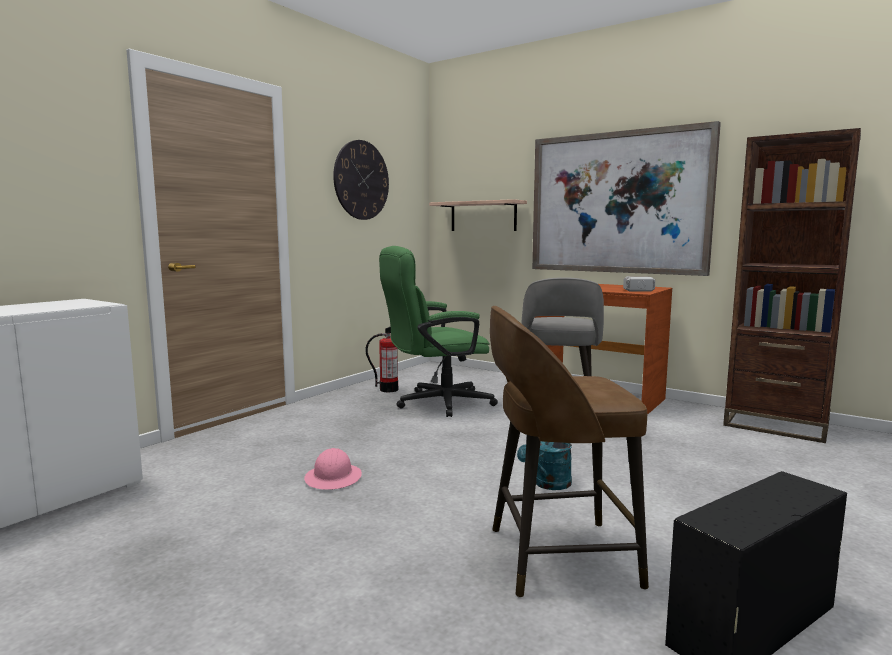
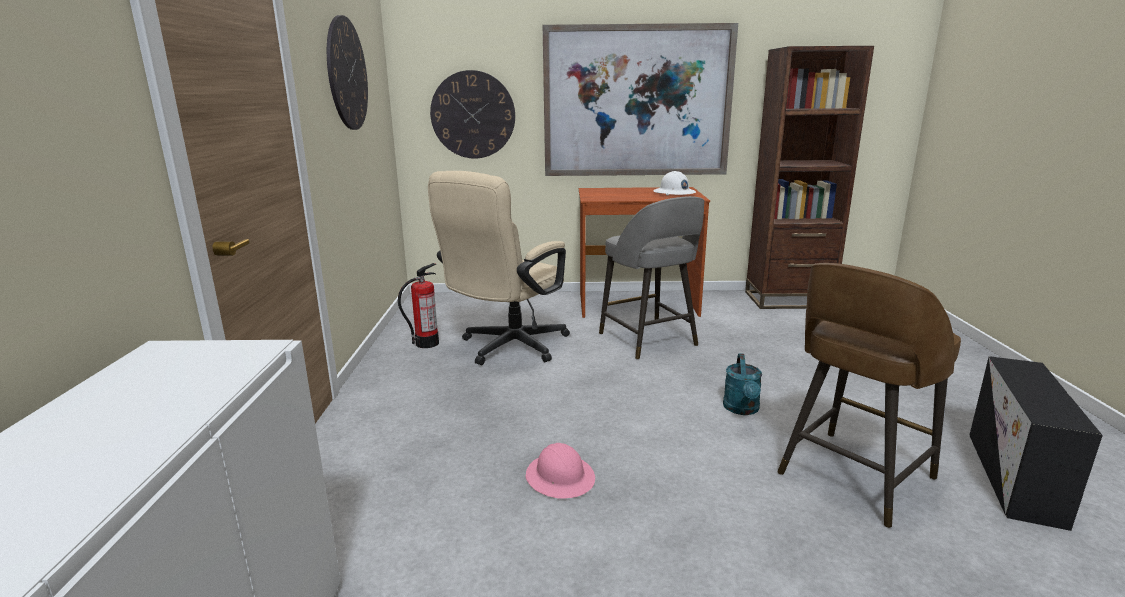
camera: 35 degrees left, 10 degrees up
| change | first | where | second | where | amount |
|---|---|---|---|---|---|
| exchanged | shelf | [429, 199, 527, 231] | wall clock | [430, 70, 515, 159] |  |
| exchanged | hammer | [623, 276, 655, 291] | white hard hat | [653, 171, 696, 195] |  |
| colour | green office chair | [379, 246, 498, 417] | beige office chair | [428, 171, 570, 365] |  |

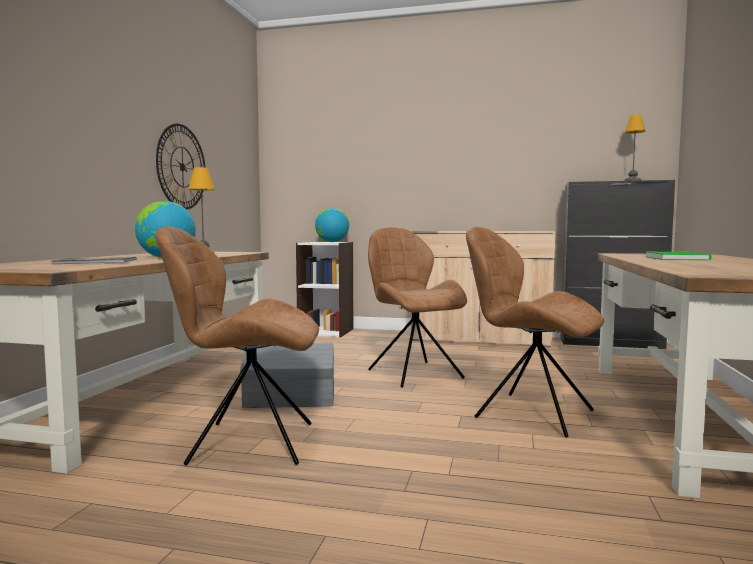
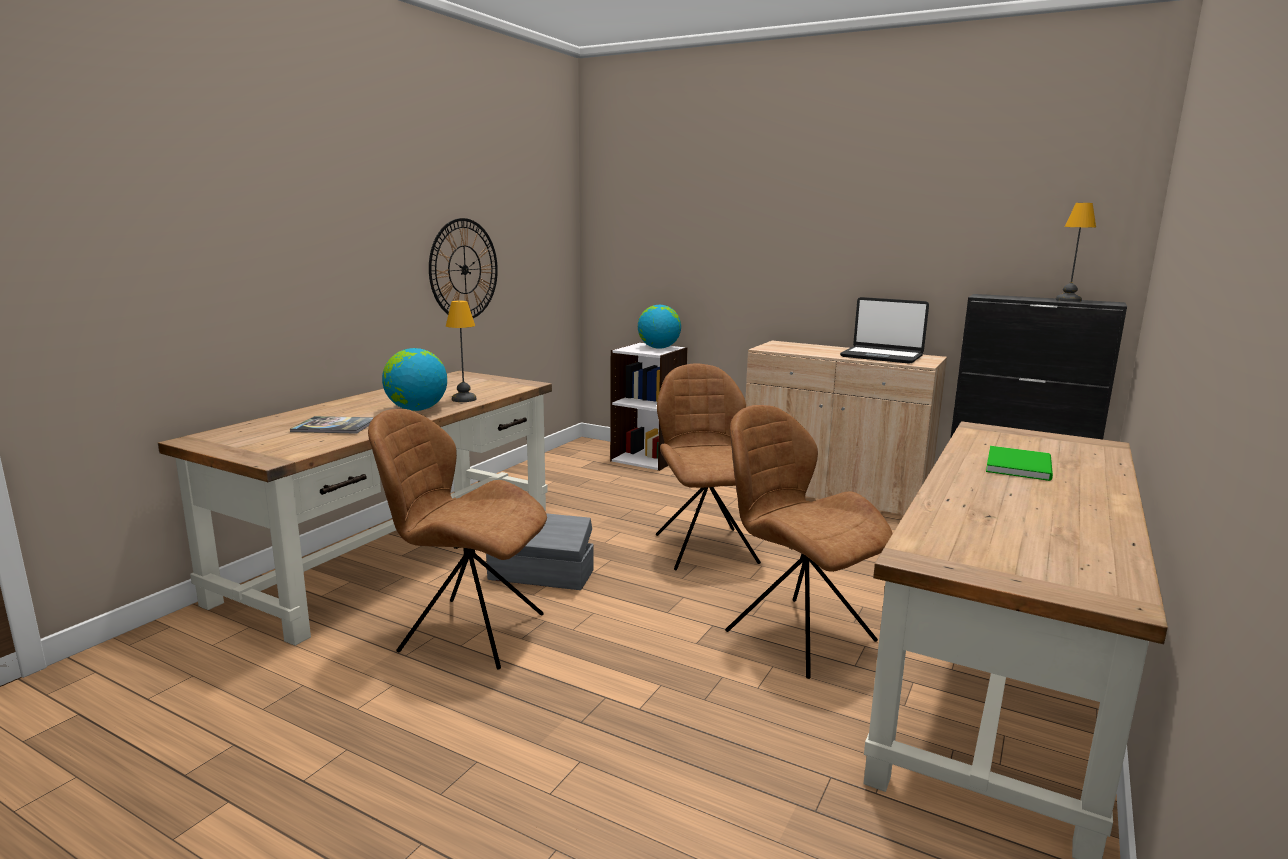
camera: 15 degrees right, 10 degrees up
| change | first | where | second | where | amount |
|---|---|---|---|---|---|
| appeared |  |  | laptop | [840, 297, 929, 364] |  |

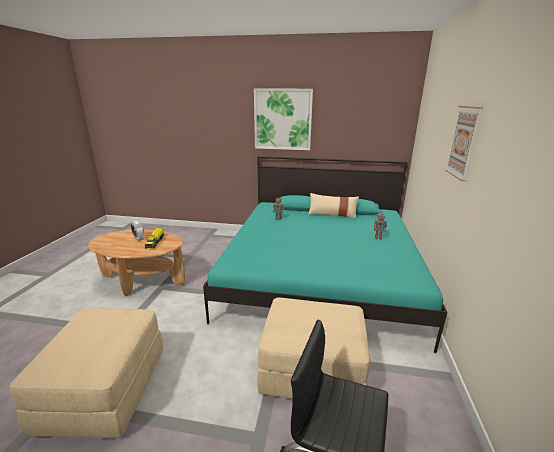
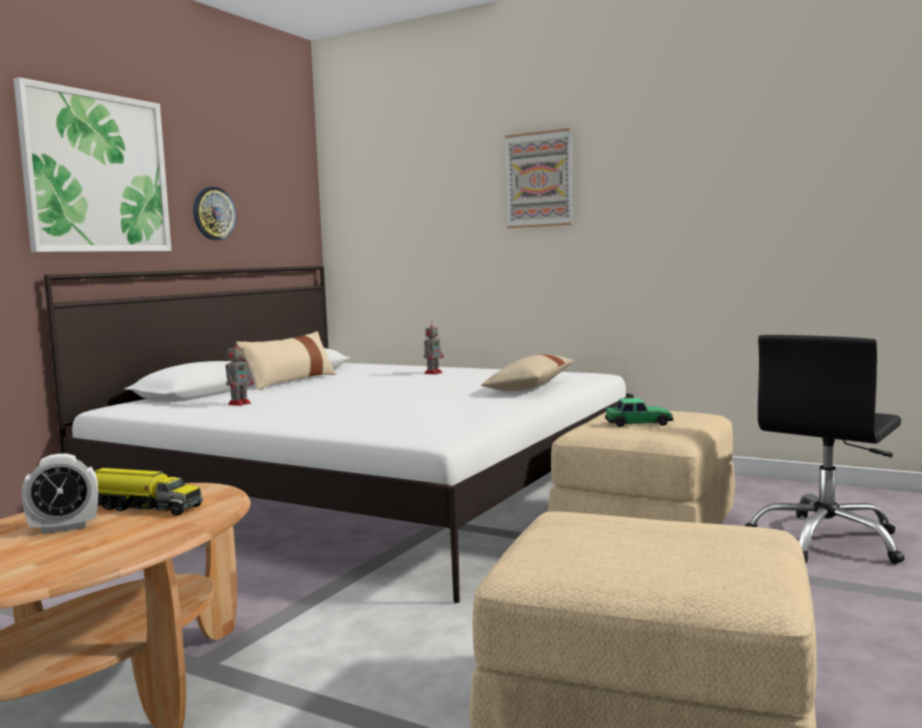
camera: 70 degrees left, 15 degrees down
| change | first | where | second | where | amount |
|---|---|---|---|---|---|
| appeared |  |  | wall clock | [193, 186, 236, 240] |  |
| appeared |  |  | beige pillow | [481, 354, 574, 391] |  |
| appeared |  |  | toy car | [605, 398, 673, 427] |  |
| colour | turquoise bed | [203, 156, 447, 353] | white bed | [44, 266, 634, 603] |  |

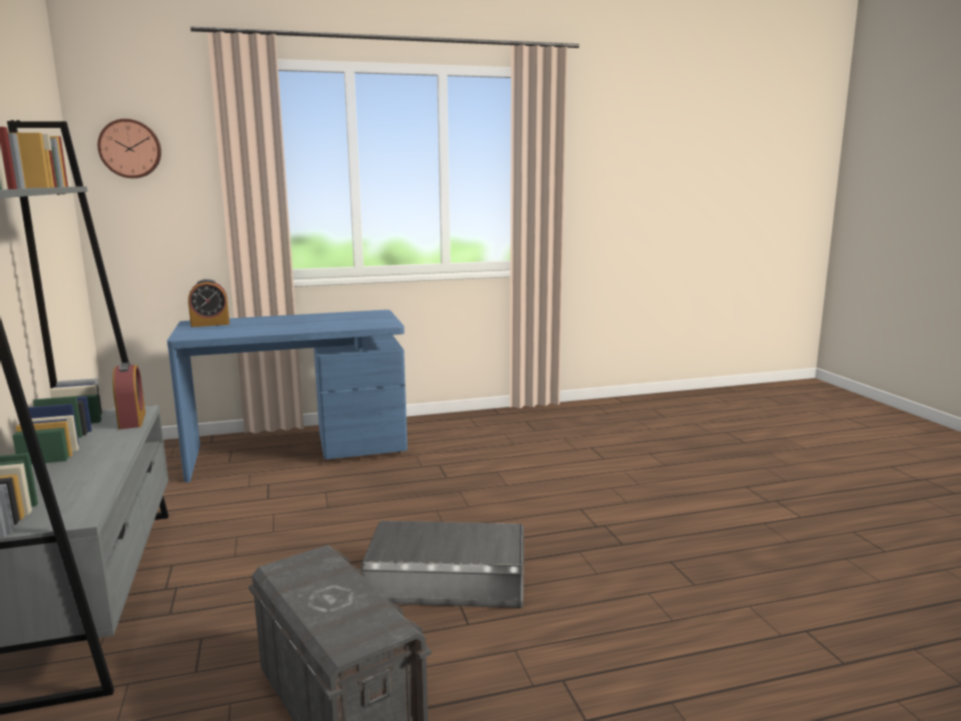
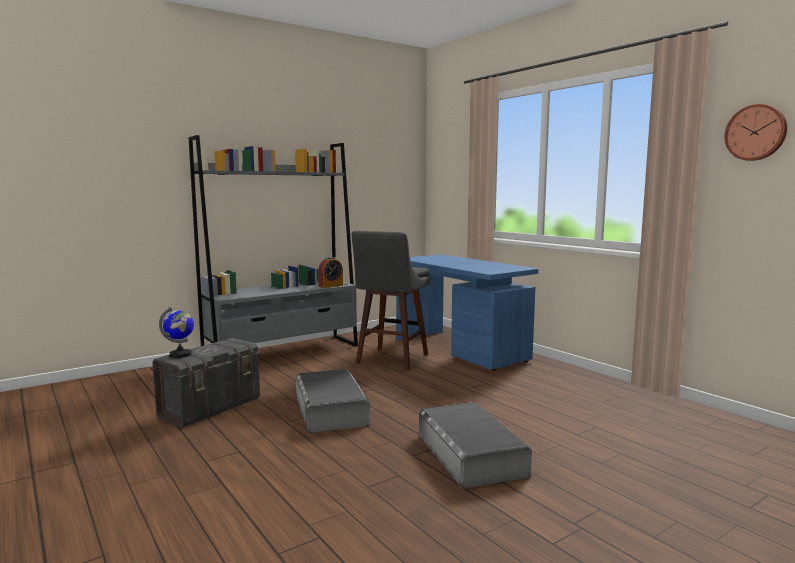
camera: 70 degrees right, 5 degrees down
| change | first | where | second | where | amount |
|---|---|---|---|---|---|
| missing | alarm clock | [188, 279, 230, 327] |  |  |  |
| appeared |  |  | globe | [159, 307, 194, 358] |  |
| appeared |  |  | grey stool | [351, 231, 431, 371] |  |
| appeared |  |  | grey storage box | [419, 402, 532, 489] |  |
| relocated | wall clock | [97, 119, 161, 178] |  | [725, 104, 787, 161] |  |

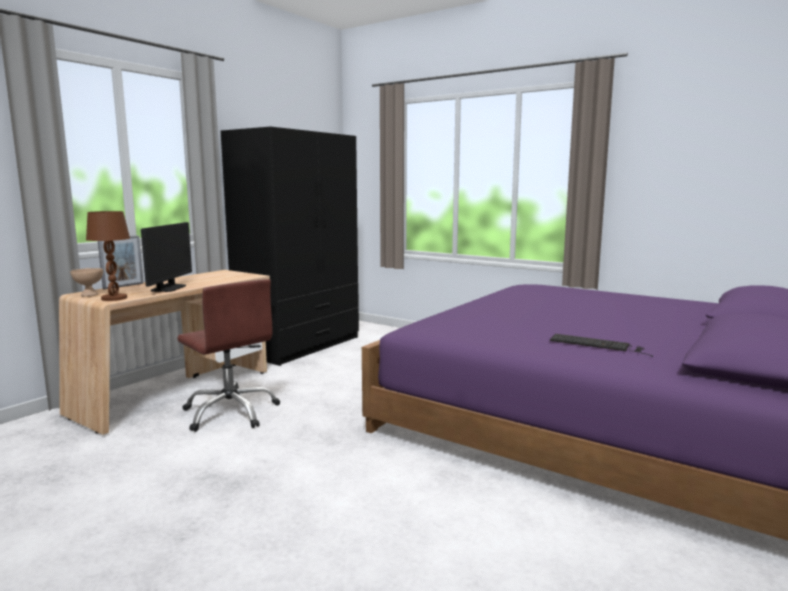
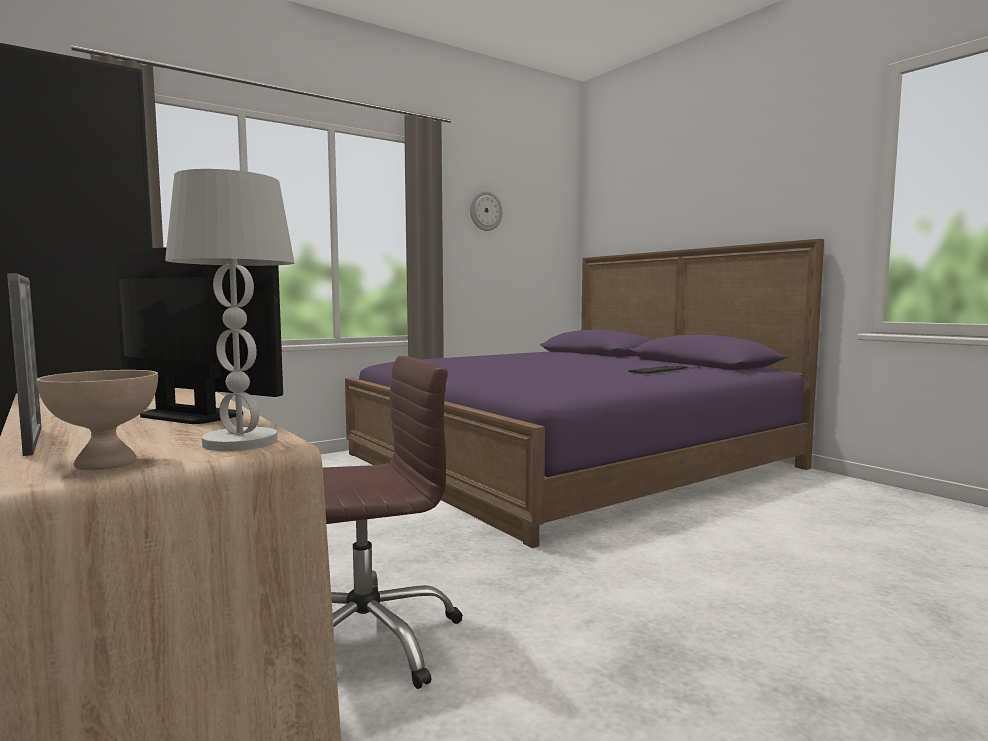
camera: 70 degrees left, 5 degrees down
| change | first | where | second | where | amount |
|---|---|---|---|---|---|
| appeared |  |  | wall clock | [470, 191, 503, 231] |  |
| colour | brown table lamp | [86, 211, 130, 301] | white table lamp | [165, 169, 295, 451] |  |

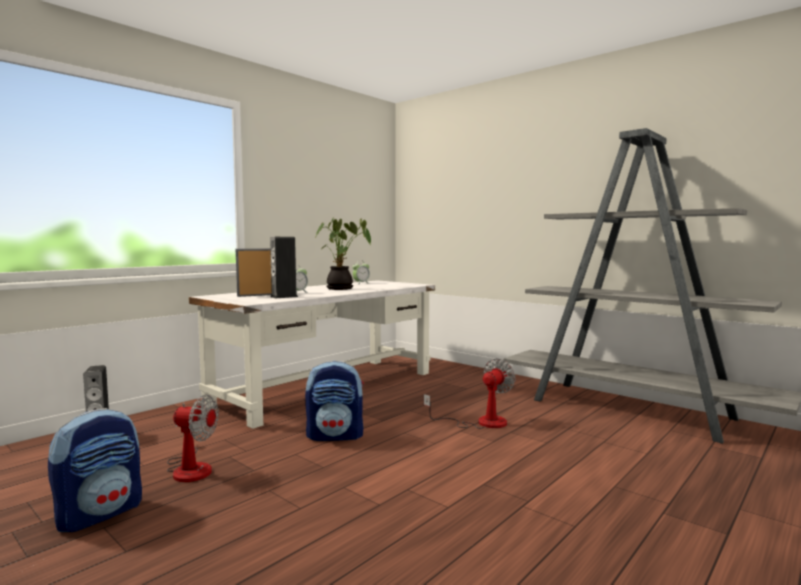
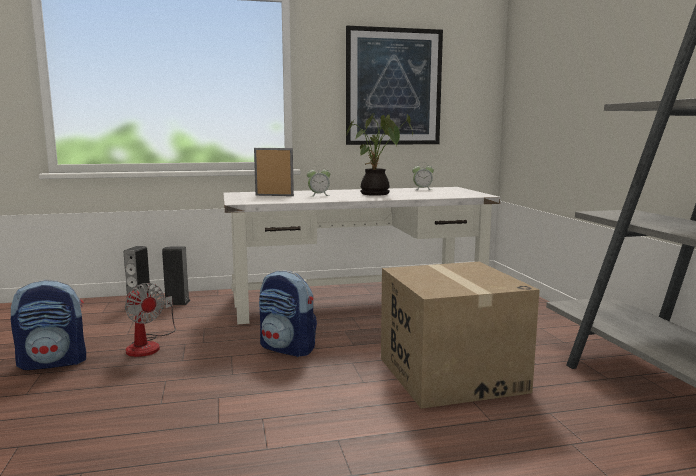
camera: 35 degrees right, 5 degrees up
| change | first | where | second | where | amount |
|---|---|---|---|---|---|
| appeared |  |  | picture | [346, 26, 443, 145] |  |
| relocated | speaker | [270, 237, 298, 298] |  | [162, 246, 191, 305] |  |
| exchanged | fan | [424, 358, 515, 429] | cardboard box | [381, 262, 539, 409] |  |

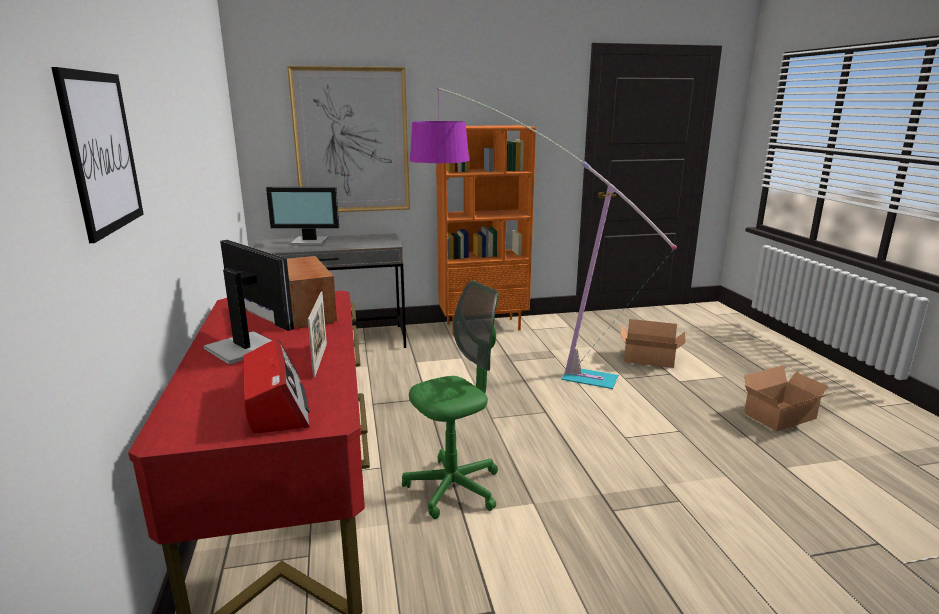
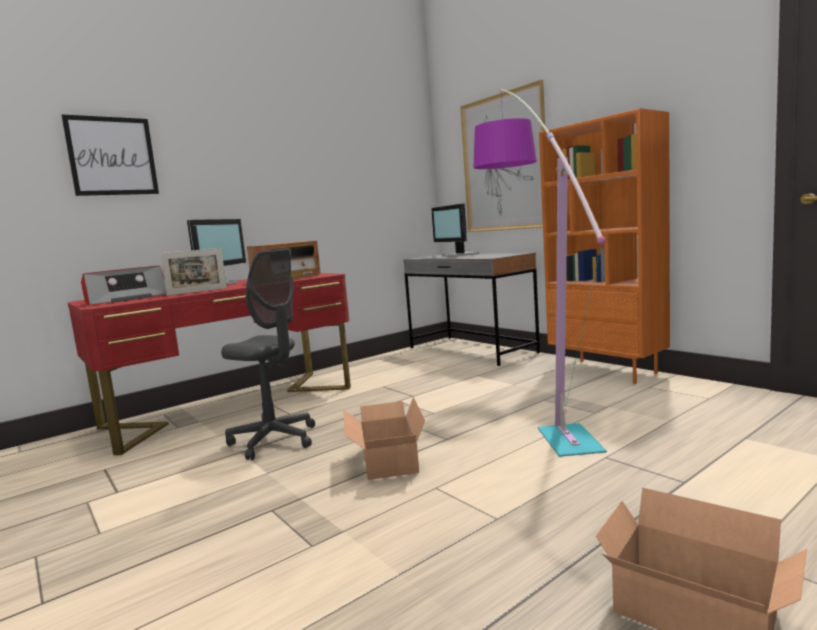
camera: 65 degrees right, 10 degrees down
| change | first | where | second | where | amount |
|---|---|---|---|---|---|
| relocated | cardboard box | [620, 319, 686, 368] |  | [343, 397, 425, 480] |  |
| colour | green office chair | [402, 280, 499, 519] | grey office chair | [221, 248, 315, 460] |  |

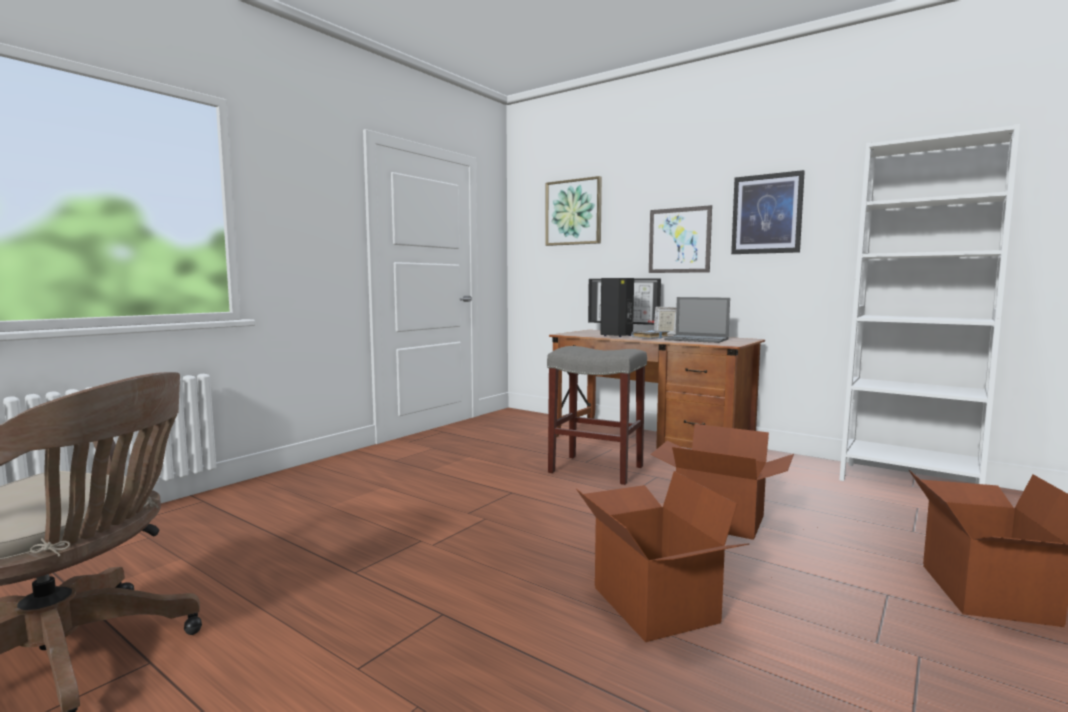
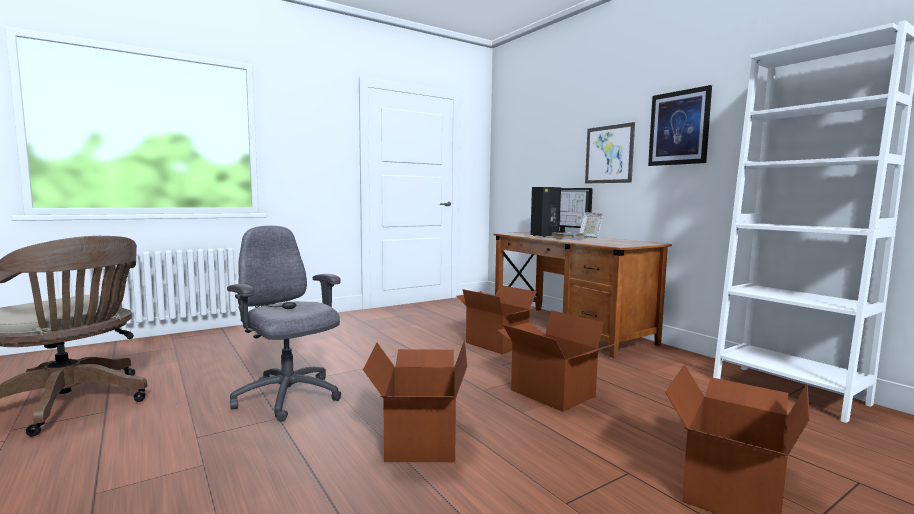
camera: 20 degrees right, 0 degrees up
| change | first | where | second | where | amount |
|---|---|---|---|---|---|
| missing | picture | [545, 176, 602, 246] |  |  |  |
| missing | laptop | [664, 297, 730, 343] |  |  |  |
| appeared |  |  | grey office chair | [227, 225, 341, 422] |  |
| exchanged | grey stool | [547, 346, 647, 485] | cardboard box | [456, 285, 541, 354] |  |

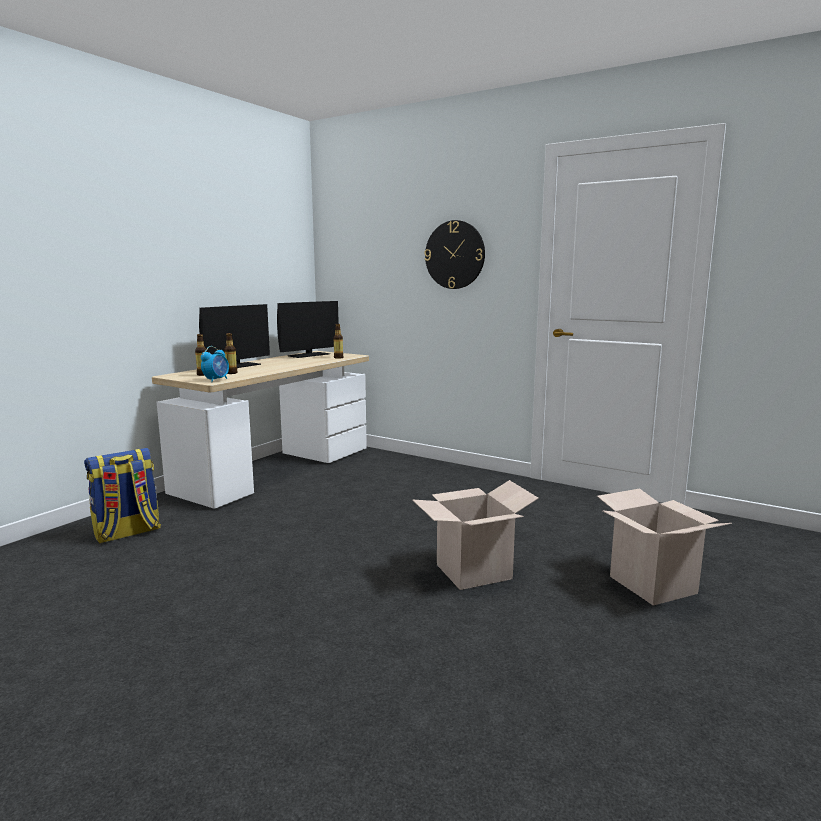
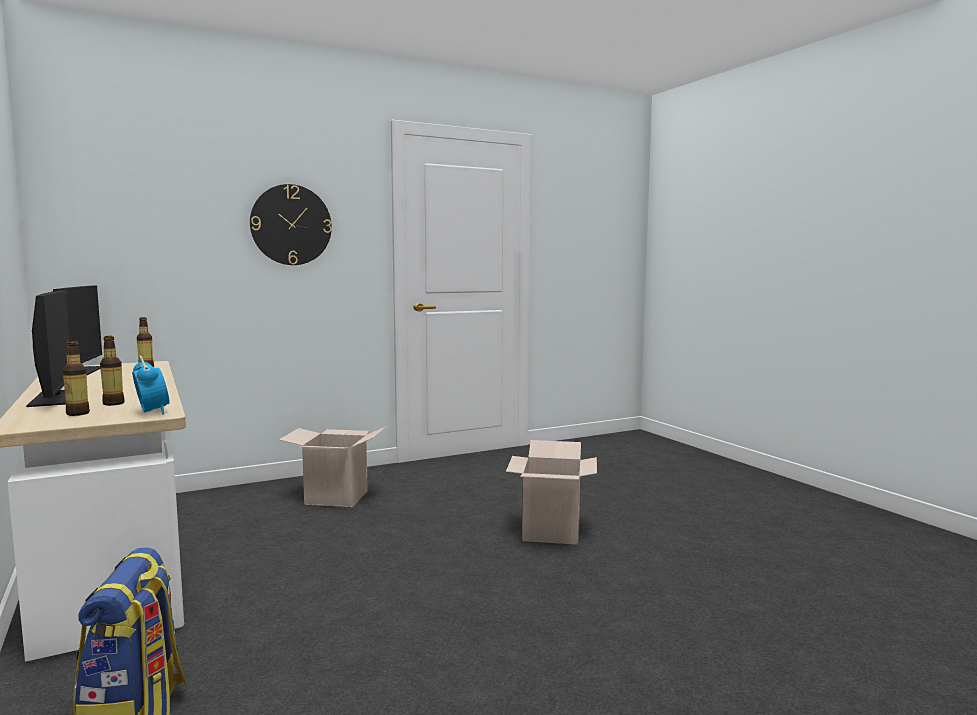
camera: 60 degrees left, 5 degrees down
| change | first | where | second | where | amount |
|---|---|---|---|---|---|
| relocated | cardboard box | [597, 489, 732, 606] |  | [279, 426, 387, 507] |  |

